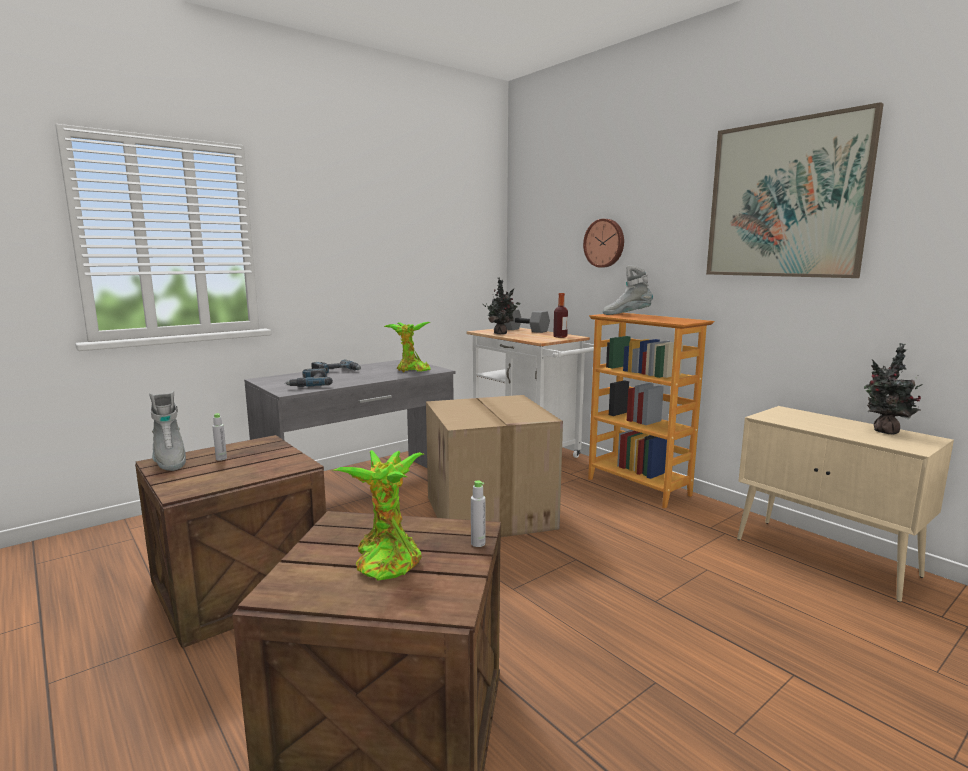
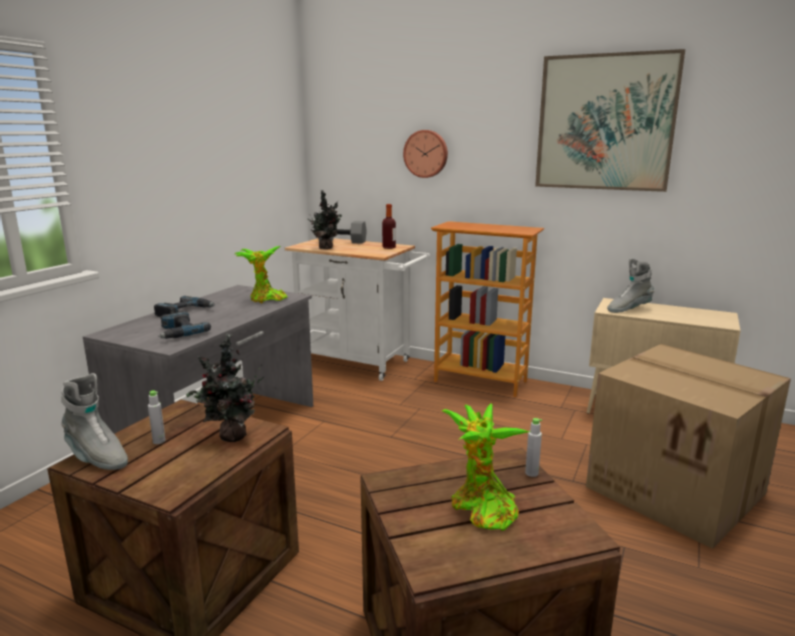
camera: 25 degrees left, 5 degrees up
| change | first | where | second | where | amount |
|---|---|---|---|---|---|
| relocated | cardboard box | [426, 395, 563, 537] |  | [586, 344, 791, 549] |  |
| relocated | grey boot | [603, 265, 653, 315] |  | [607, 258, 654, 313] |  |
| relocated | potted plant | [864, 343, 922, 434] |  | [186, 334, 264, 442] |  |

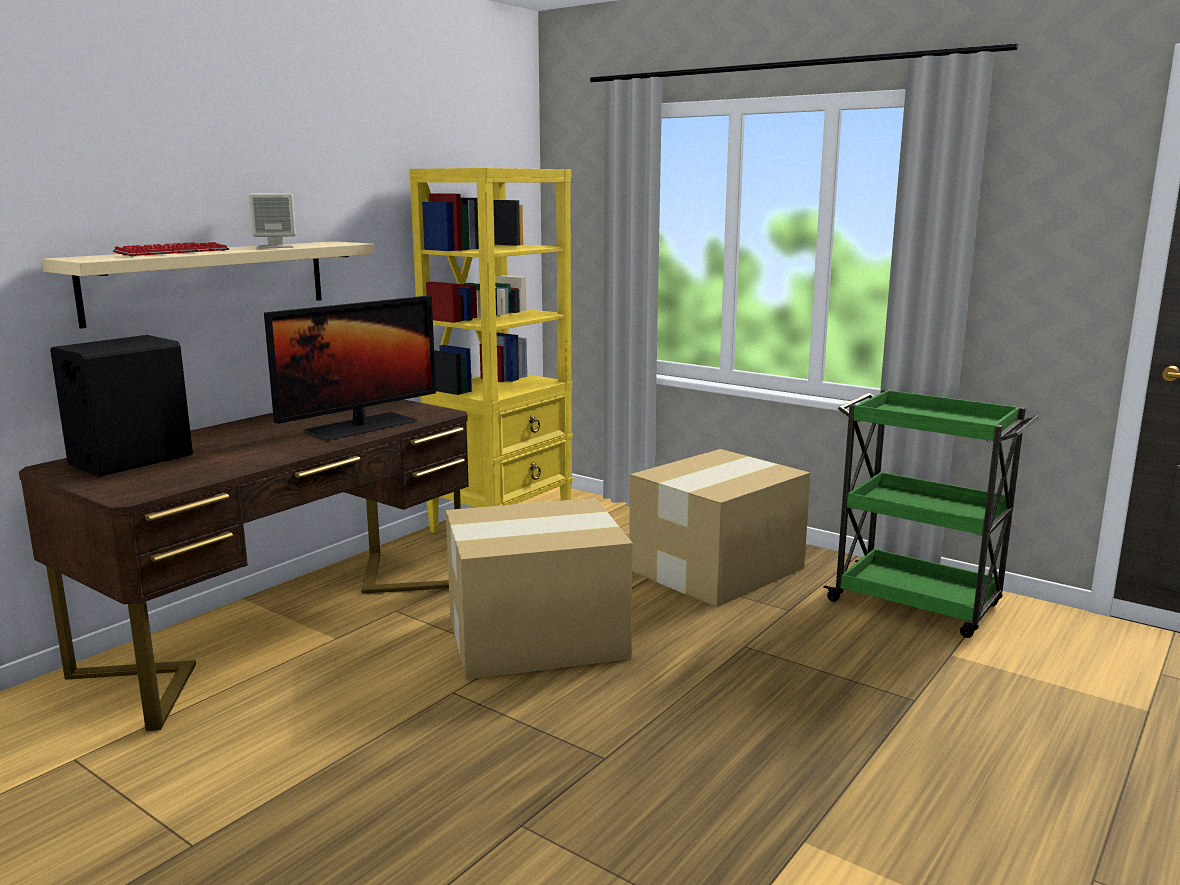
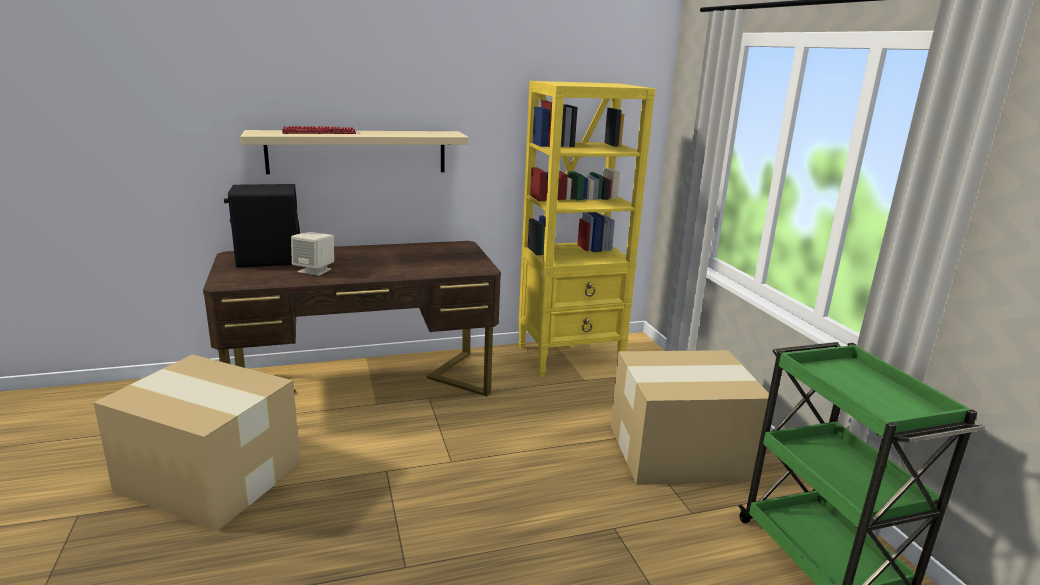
camera: 35 degrees right, 5 degrees up
| change | first | where | second | where | amount |
|---|---|---|---|---|---|
| missing | monitor | [264, 296, 436, 441] |  |  |  |
| relocated | beige speaker | [248, 193, 296, 248] |  | [291, 232, 334, 276] |  |
| relocated | cardboard box | [446, 498, 633, 680] |  | [93, 354, 300, 531] |  |

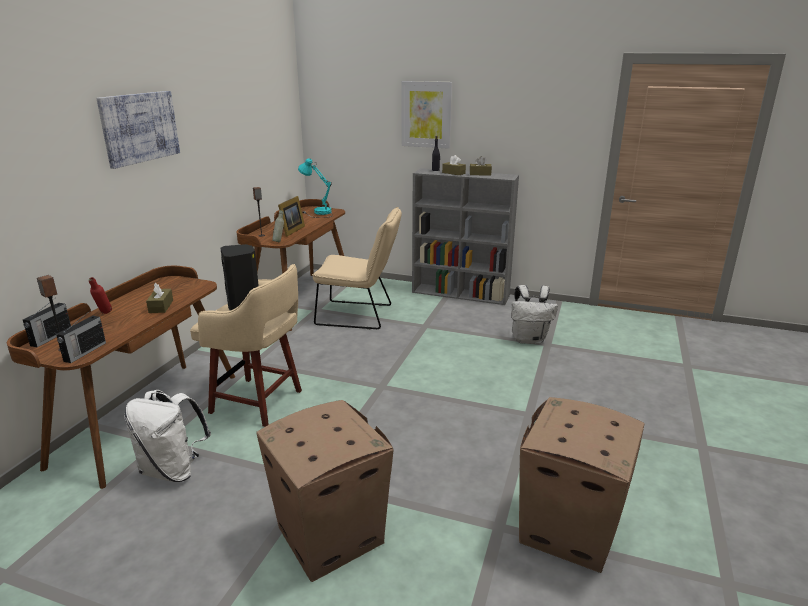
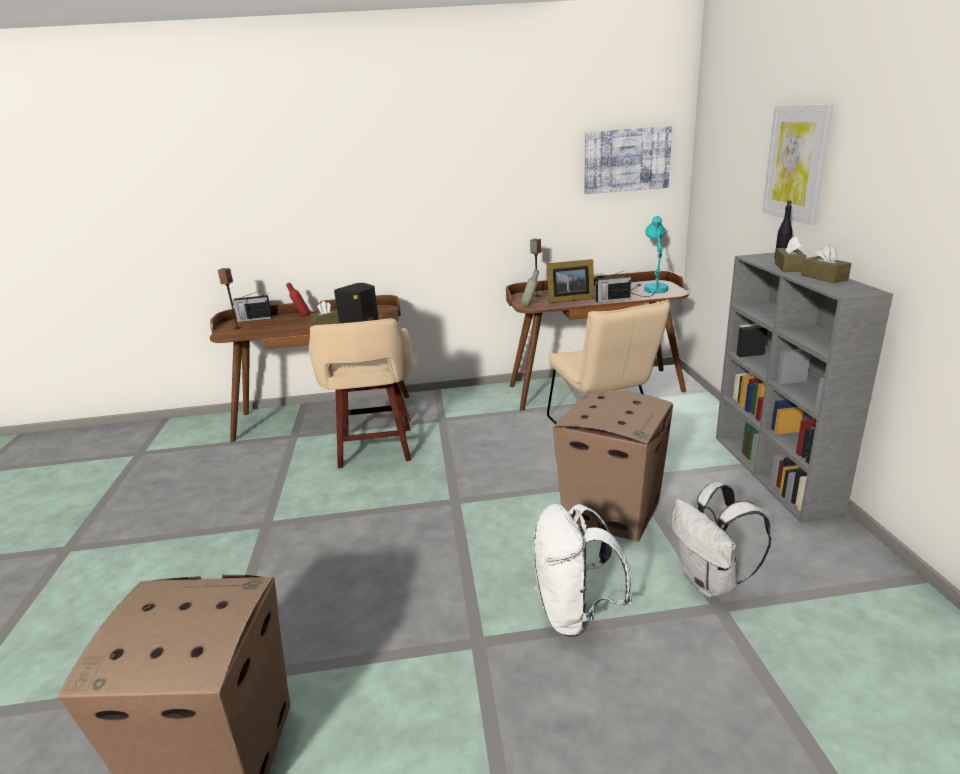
camera: 65 degrees right, 0 degrees up
| change | first | where | second | where | amount |
|---|---|---|---|---|---|
| relocated | radio | [56, 314, 106, 363] |  | [595, 270, 631, 303] |  |
| relocated | picture | [96, 91, 180, 169] |  | [585, 126, 672, 194] |  |
| relocated | white backpack | [125, 390, 211, 482] |  | [533, 504, 632, 637] |  |
| relocated | cardboard box | [256, 400, 394, 582] |  | [553, 390, 673, 542] |  |

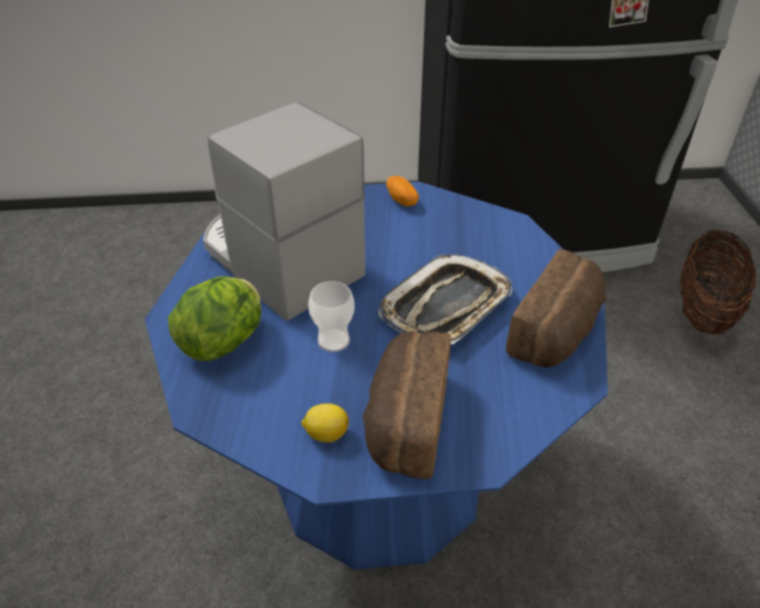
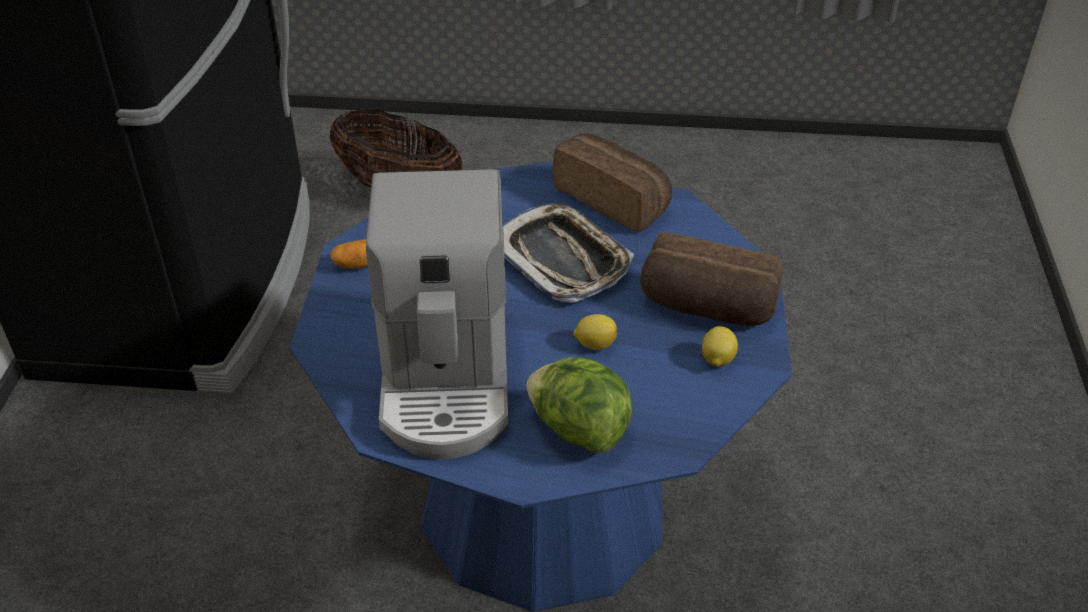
camera: 80 degrees left, 0 degrees up
| change | first | where | second | where | amount |
|---|---|---|---|---|---|
| exchanged | cup | [308, 281, 355, 352] | lemon | [573, 314, 617, 350] |  |
| spun | coffee machine | [203, 102, 365, 321] |  | [366, 169, 508, 460] | 60 degrees counterclockwise |

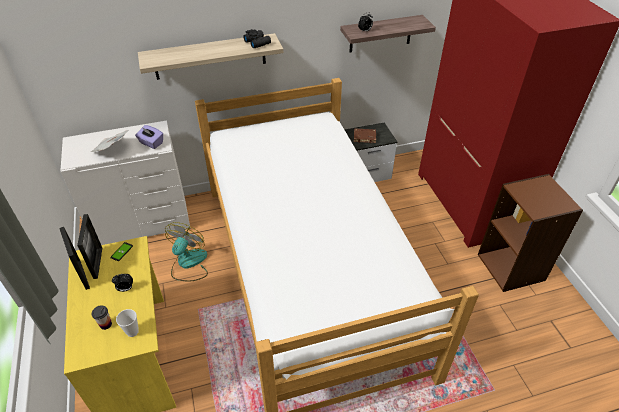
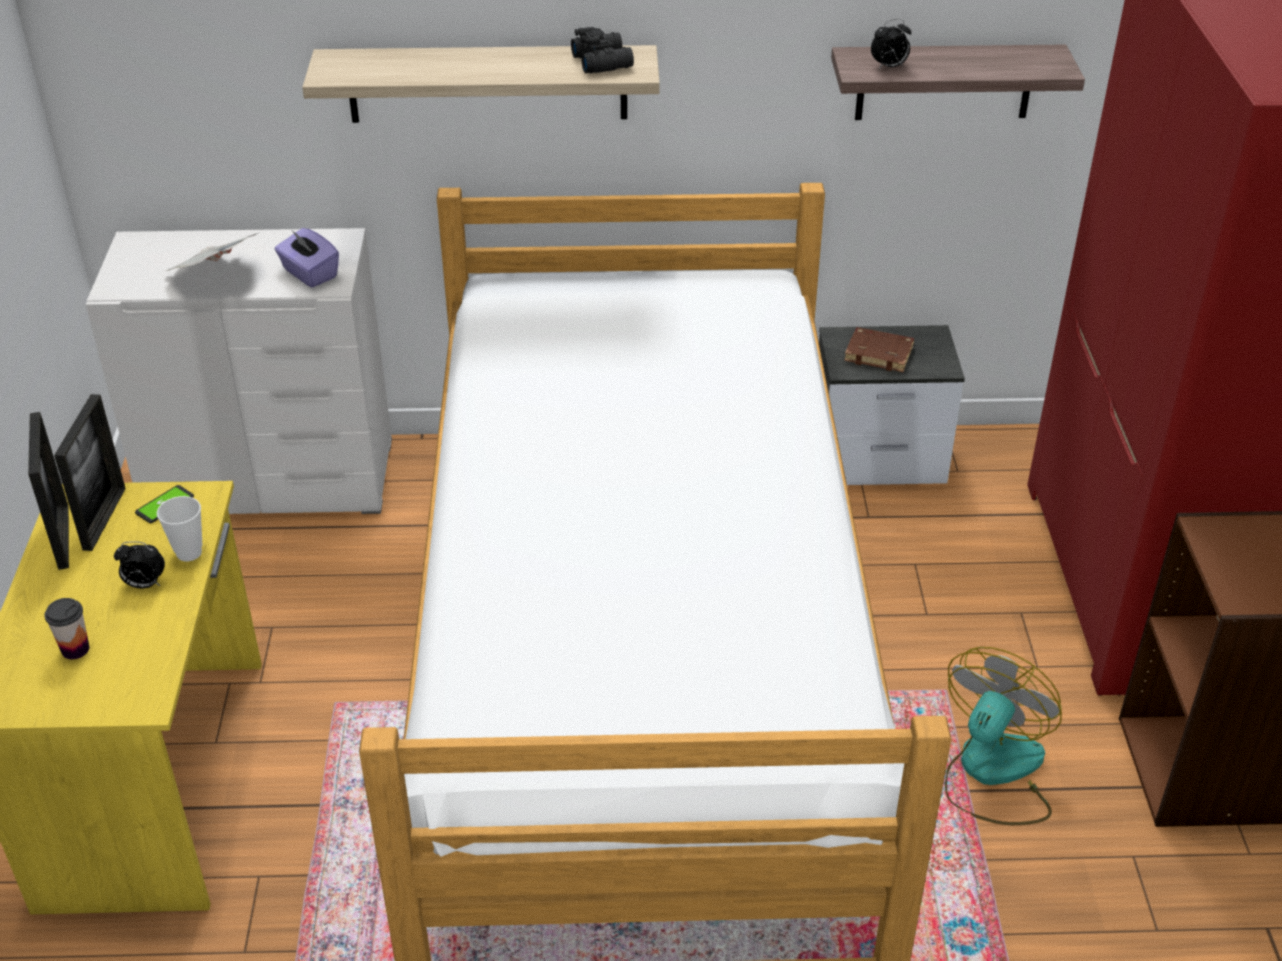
camera: 15 degrees right, 5 degrees down
| change | first | where | second | where | amount |
|---|---|---|---|---|---|
| relocated | cup | [116, 309, 139, 337] |  | [157, 496, 202, 562] |  |
| relocated | fan | [165, 222, 208, 282] |  | [945, 647, 1062, 825] |  |

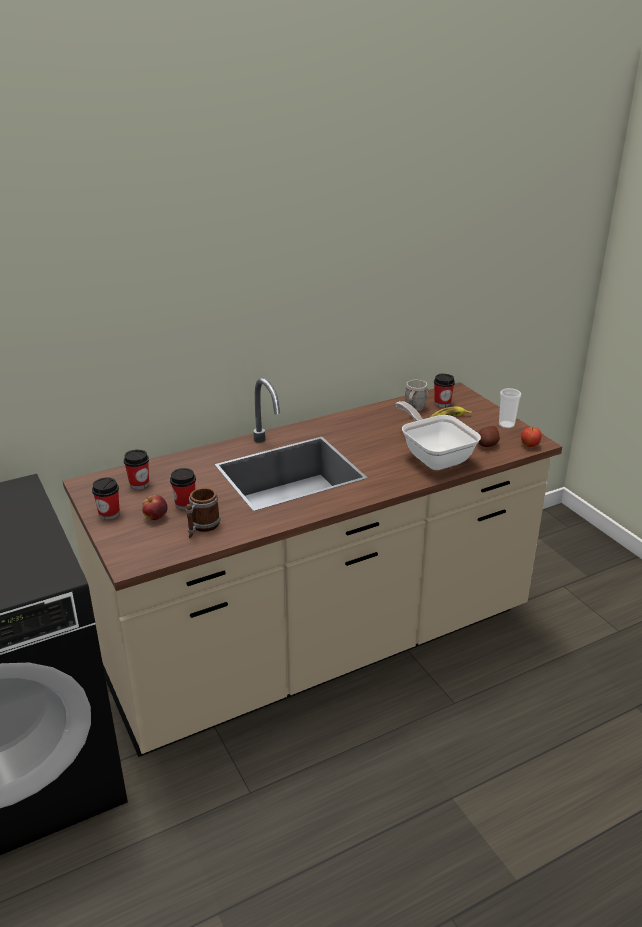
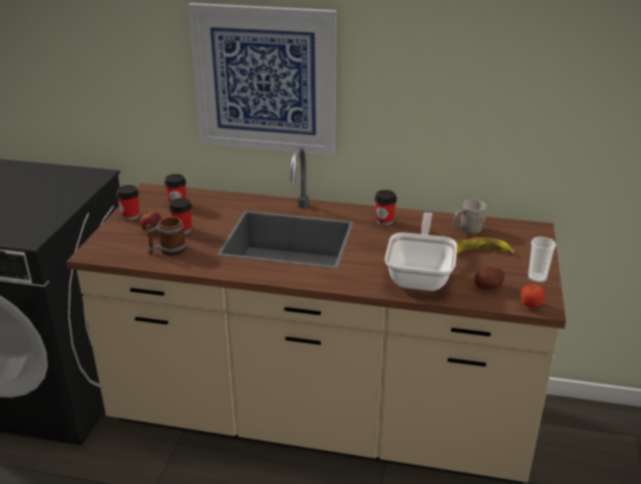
camera: 40 degrees right, 0 degrees up
| change | first | where | second | where | amount |
|---|---|---|---|---|---|
| appeared |  |  | picture | [188, 3, 337, 155] |  |
| relocated | cup | [434, 373, 455, 407] |  | [375, 190, 397, 226] |  |

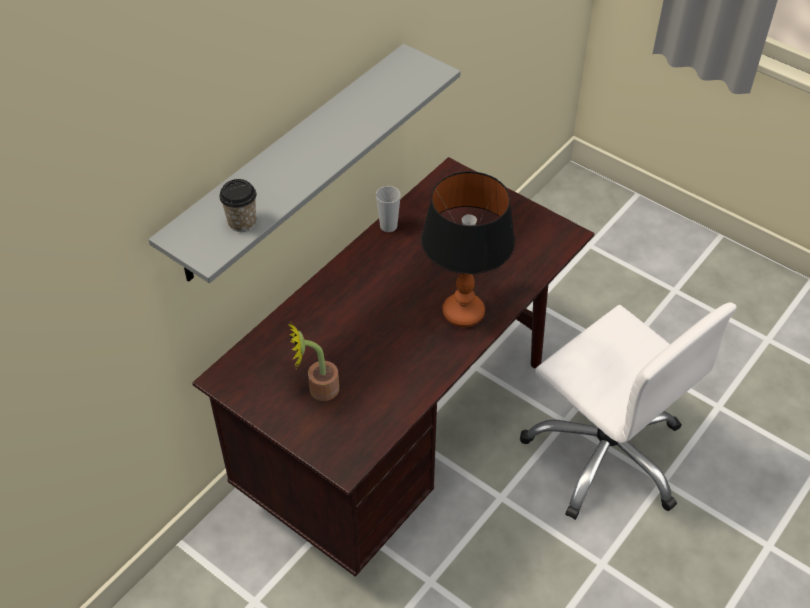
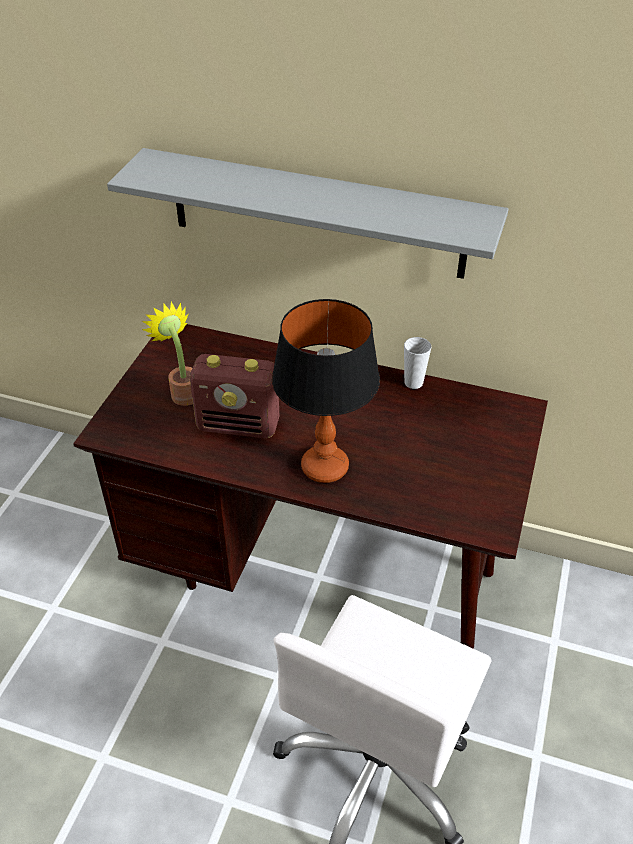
camera: 70 degrees right, 5 degrees down
| change | first | where | second | where | amount |
|---|---|---|---|---|---|
| missing | cup | [219, 179, 256, 232] |  |  |  |
| appeared |  |  | radio | [190, 354, 279, 438] |  |

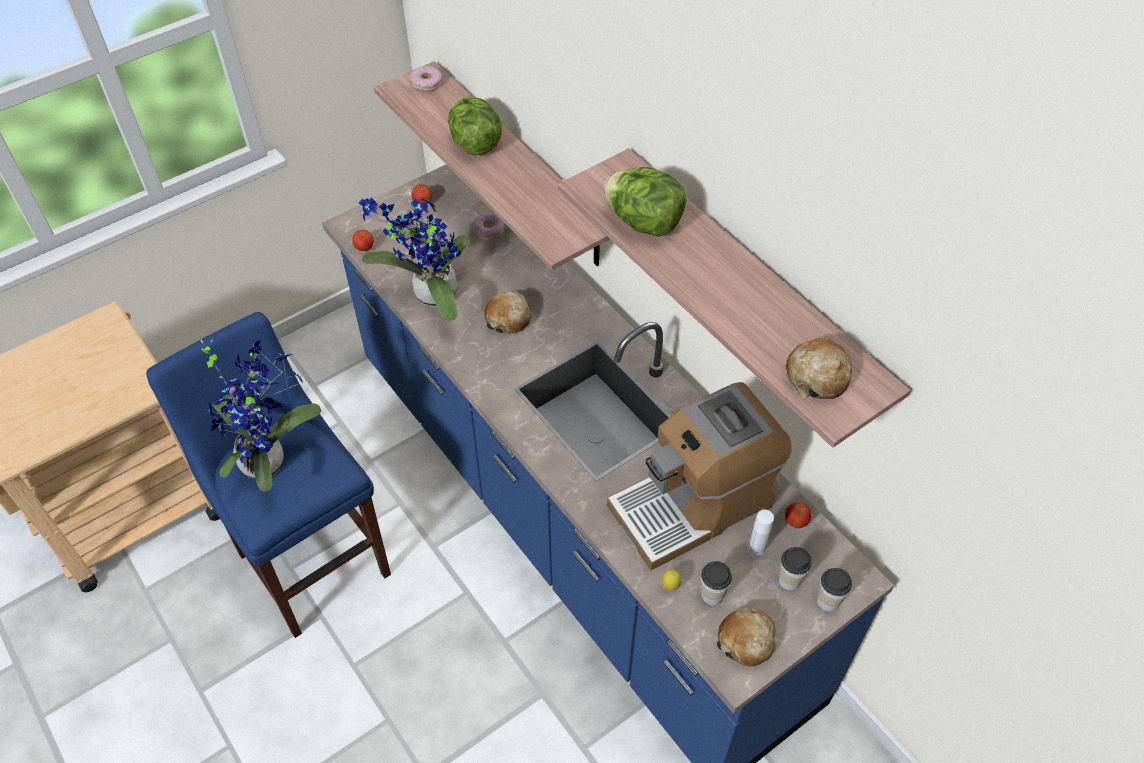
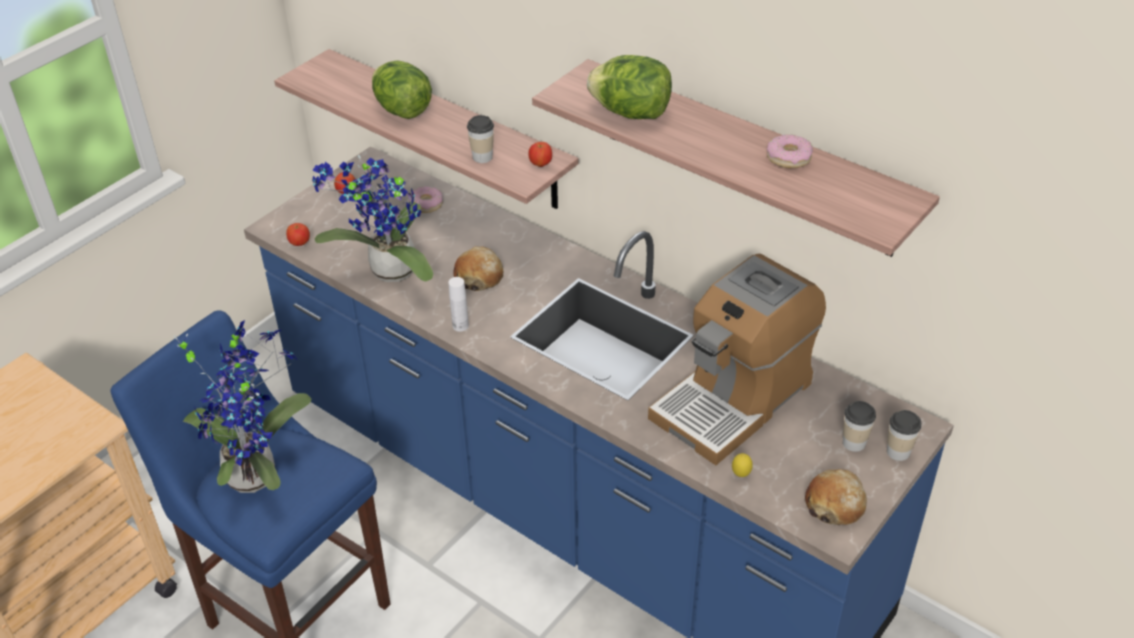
camera: 15 degrees left, 10 degrees down
| change | first | where | second | where | amount |
|---|---|---|---|---|---|
| missing | bread | [786, 338, 852, 399] |  |  |  |
| relocated | donut | [410, 66, 443, 92] |  | [767, 134, 813, 169] |  |
| relocated | cup | [701, 561, 732, 605] |  | [467, 115, 494, 163] |  |
| relocated | white bottle | [748, 510, 774, 556] |  | [448, 277, 469, 332] |  |
| relocated | apple | [785, 502, 811, 528] |  | [528, 142, 552, 167] |  |

